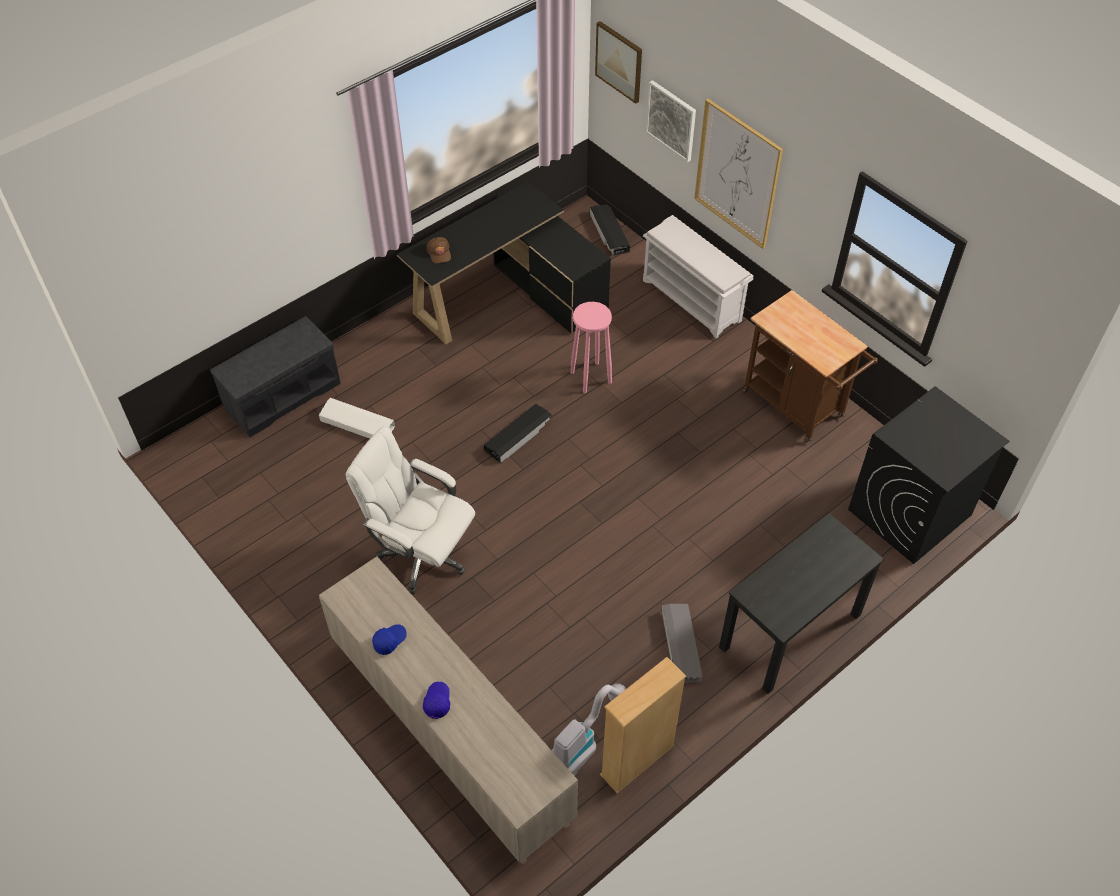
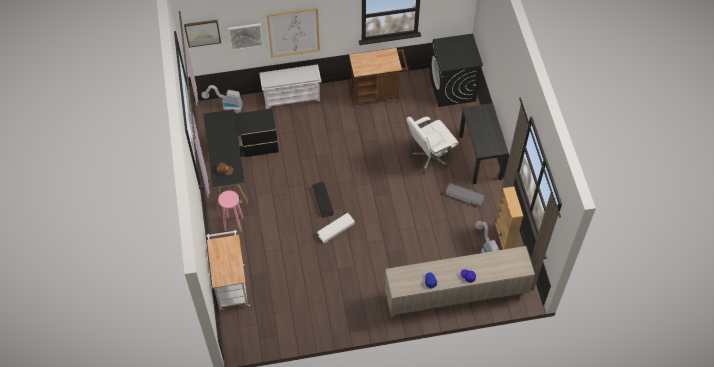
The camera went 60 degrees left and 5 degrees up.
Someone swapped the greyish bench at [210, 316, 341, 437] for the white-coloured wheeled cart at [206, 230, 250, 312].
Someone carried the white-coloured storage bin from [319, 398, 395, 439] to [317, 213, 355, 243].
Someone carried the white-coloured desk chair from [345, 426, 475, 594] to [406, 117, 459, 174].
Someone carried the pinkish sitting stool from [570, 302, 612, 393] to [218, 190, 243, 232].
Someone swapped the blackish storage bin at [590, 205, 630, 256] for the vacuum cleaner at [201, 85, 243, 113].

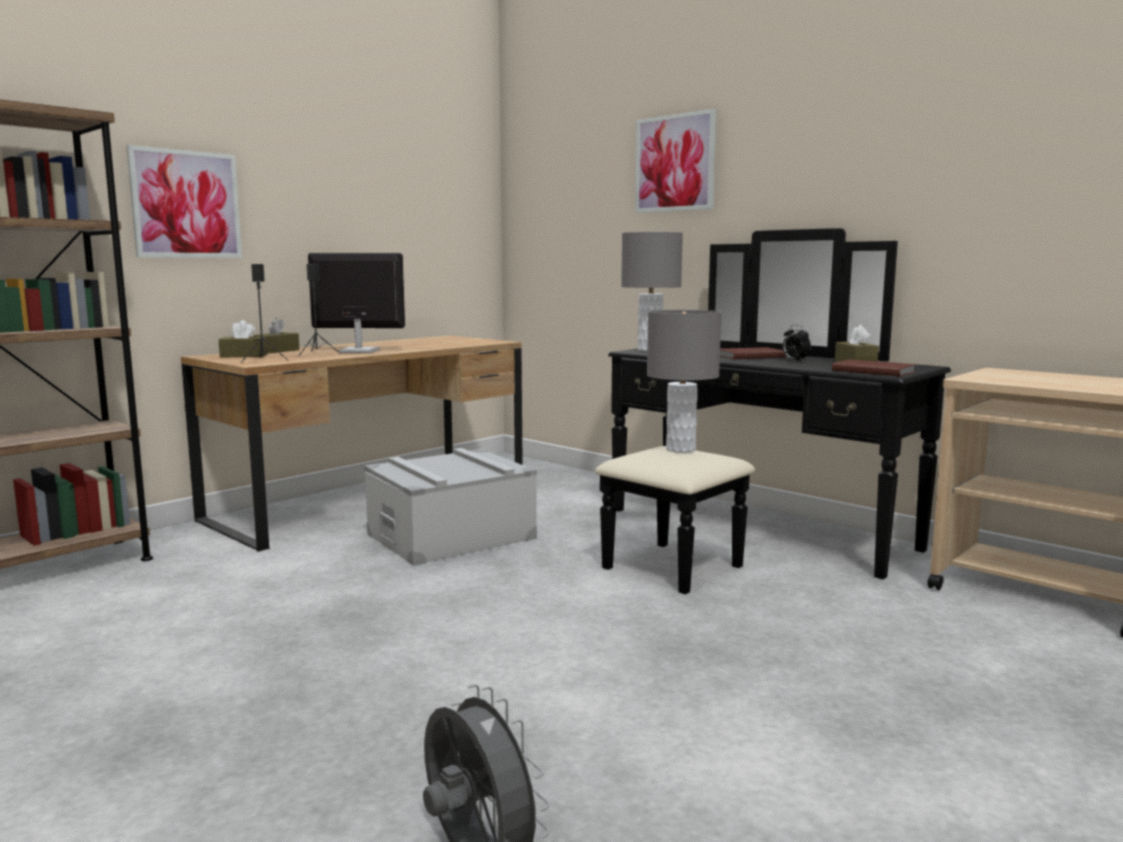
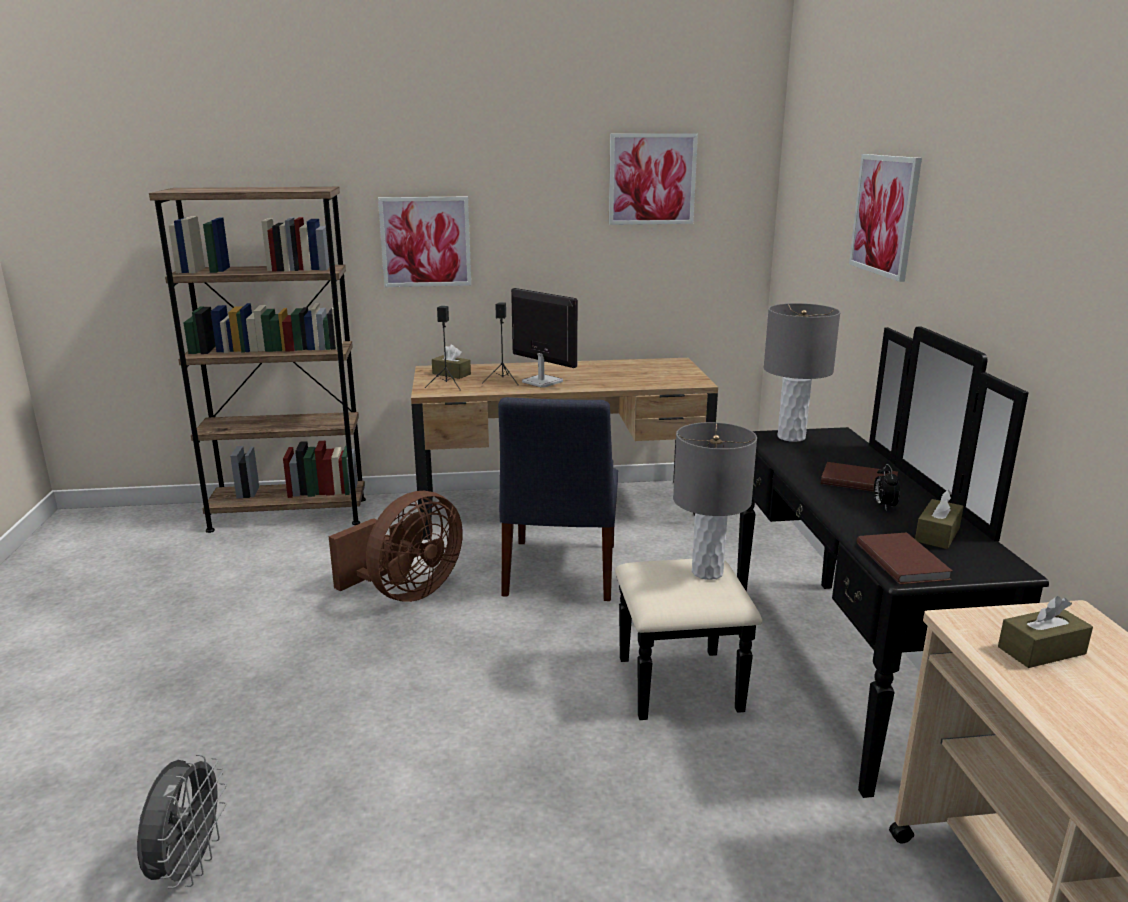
The camera went 40 degrees right and 10 degrees up.
Someone carried the brown tissue holder from [253, 317, 299, 353] to [998, 596, 1093, 668].
Someone swapped the greyish storage bin at [364, 448, 537, 566] for the blue plain chair at [498, 397, 618, 601].
Someone put down the brown electric fan at [329, 491, 463, 602].
Someone put up the wall art at [609, 133, 698, 225].

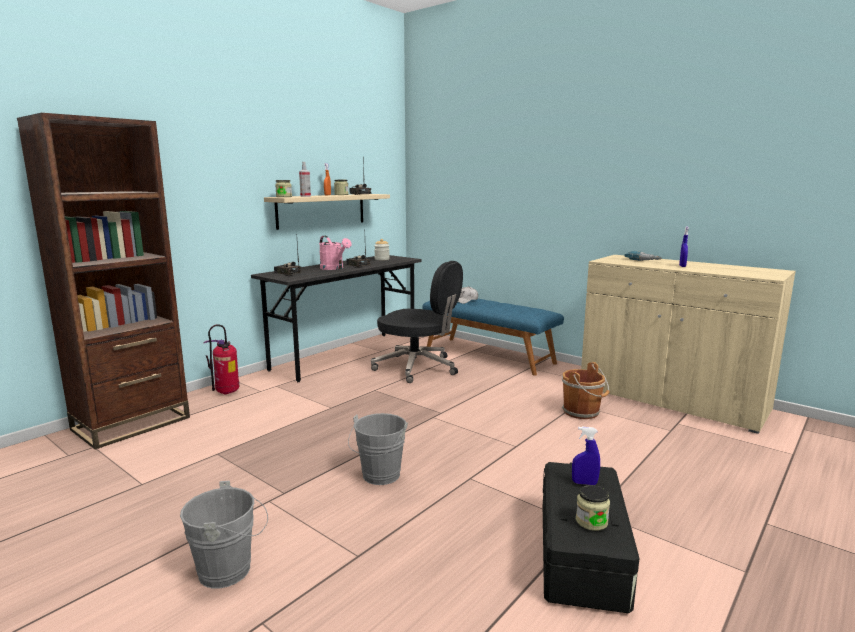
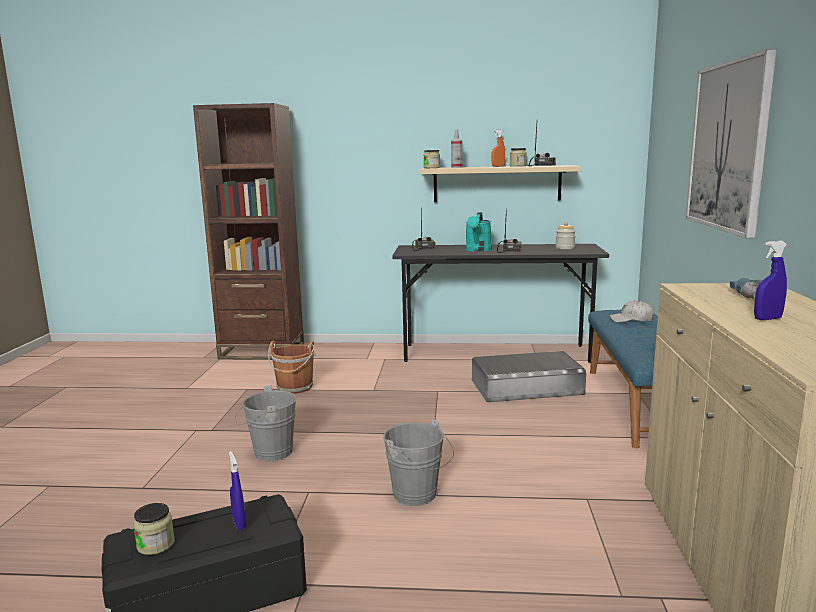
The camera went 55 degrees right and 0 degrees up.
Someone carried the greyish pail from [180, 481, 268, 588] to [383, 419, 454, 506].
Someone took away the extinguisher at [204, 324, 239, 394].
Someone repainted the pinkish sprinkling can at [319, 236, 352, 270], which became the turquoise sprinkling can at [466, 212, 492, 252].
Someone swapped the blackish desk chair at [371, 261, 463, 383] for the greyish storage bin at [472, 351, 586, 402].
Someone carried the brown pail from [562, 362, 610, 419] to [268, 341, 315, 394].
Someone put up the wall art at [686, 49, 777, 238].

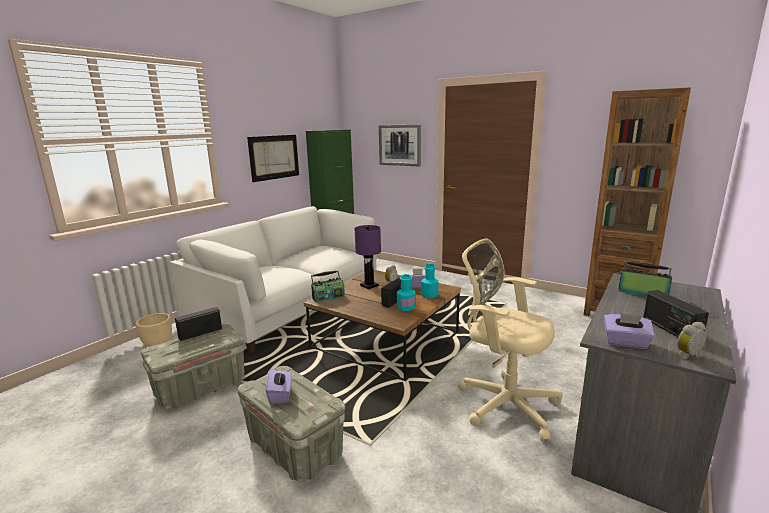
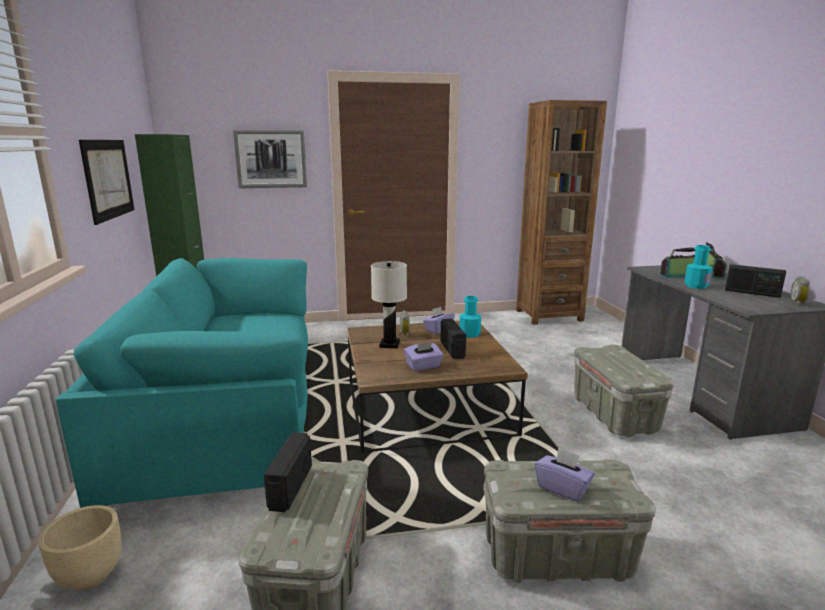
The camera went 45 degrees left and 0 degrees up.
Someone repainted the white-coloured settee at [170, 206, 376, 353], which became the turquoise settee at [56, 258, 308, 508].
Someone carried the radio from [311, 271, 345, 302] to [706, 242, 727, 279].
Someone repainted the purple tabletop lamp at [354, 225, 381, 289], which became the white-coloured tabletop lamp at [371, 261, 407, 348].
Someone carried the turquoise bottle from [397, 274, 416, 311] to [684, 245, 712, 289].
Someone swapped the beige-coloured desk chair at [458, 239, 563, 441] for the greyish storage bin at [574, 345, 674, 437].
Someone carried the purple tissue holder from [604, 313, 655, 349] to [404, 342, 443, 371].

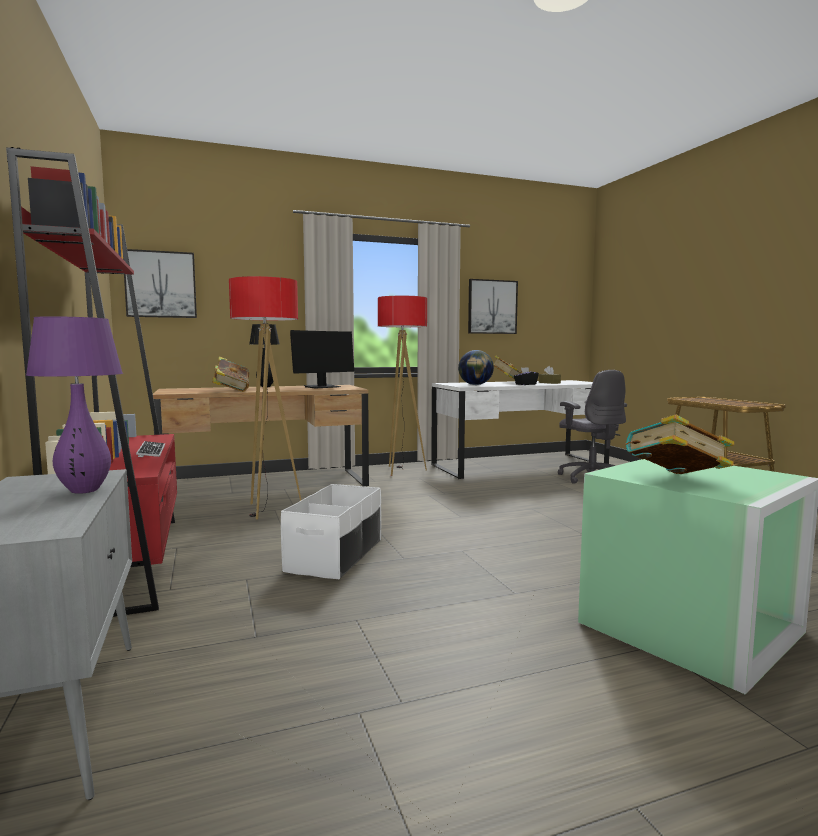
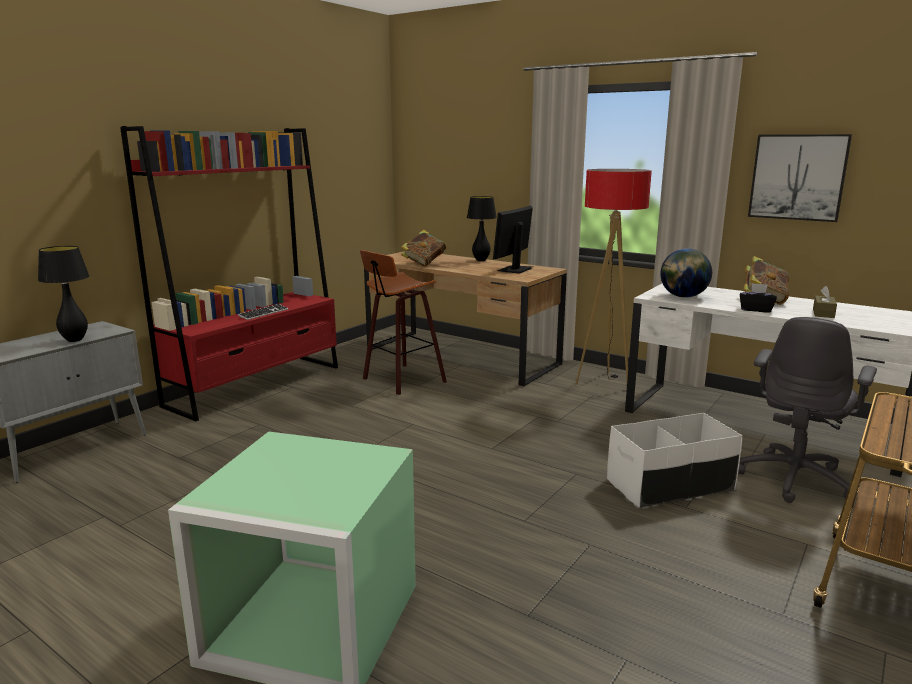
The camera went 55 degrees right and 10 degrees up.
Someone repainted the purple tabletop lamp at [26, 316, 123, 494], which became the blackish tabletop lamp at [38, 246, 90, 342].
Someone took away the wall art at [124, 249, 197, 318].
Someone swapped the standard lamp at [229, 276, 301, 520] for the sitting stool at [360, 250, 447, 395].
Someone carried the white-coloured storage bin from [281, 484, 381, 579] to [607, 413, 743, 508].
Someone rotated the computer display at [290, 330, 354, 388] by 105 degrees clockwise.
Someone took away the bound book at [625, 414, 734, 474].

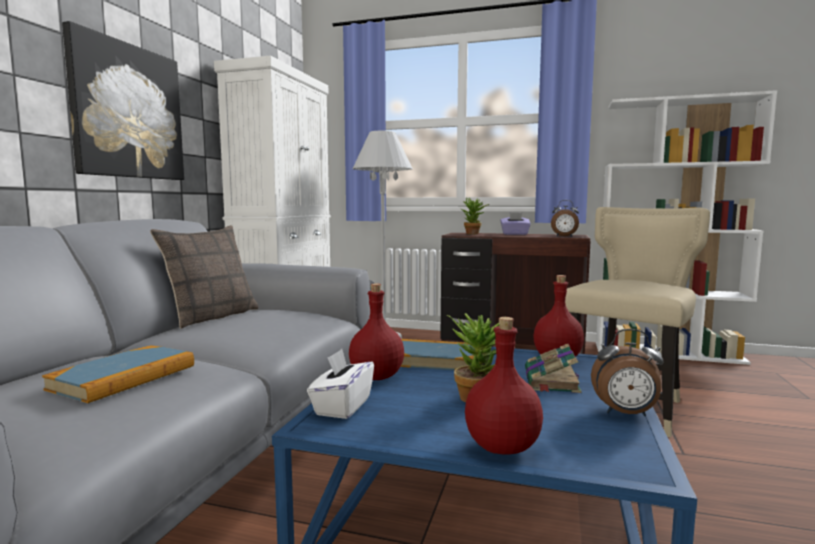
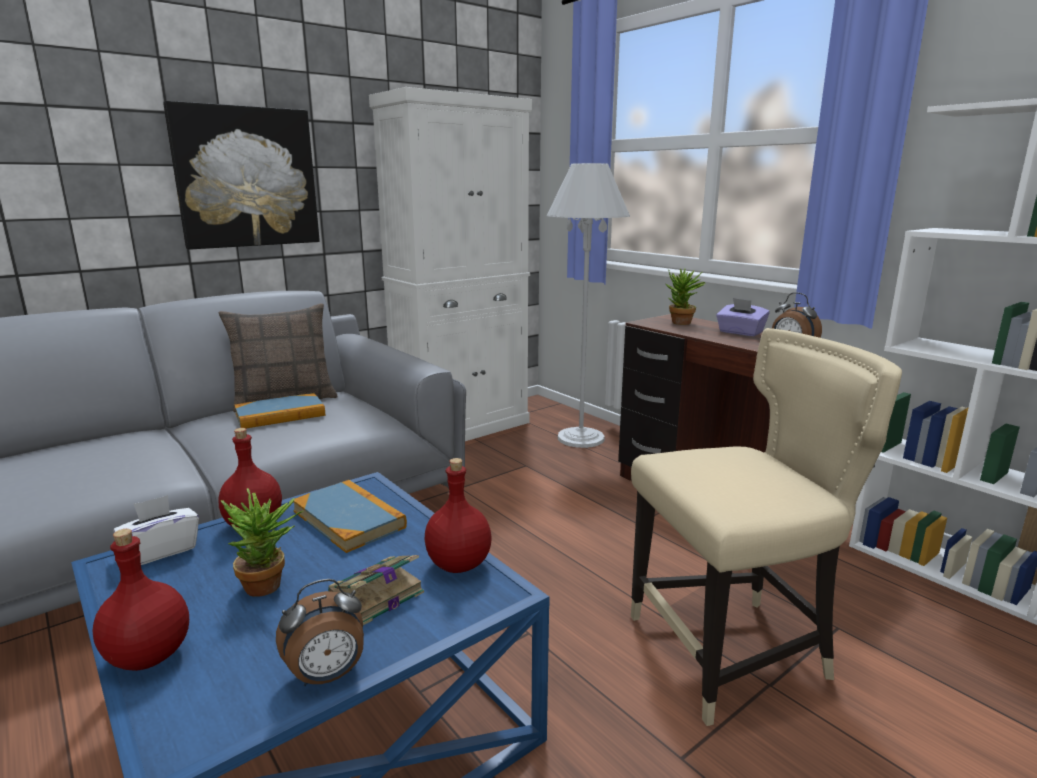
The camera went 35 degrees right and 10 degrees up.
Someone carried the bound book from [42, 345, 194, 403] to [234, 393, 325, 429].
Someone rotated the bedside clock at [591, 329, 664, 416] by 75 degrees counterclockwise.

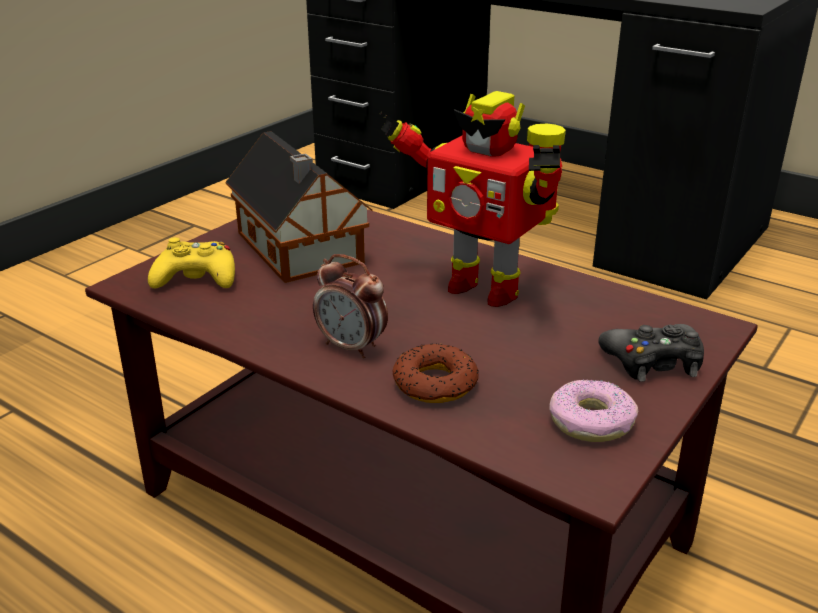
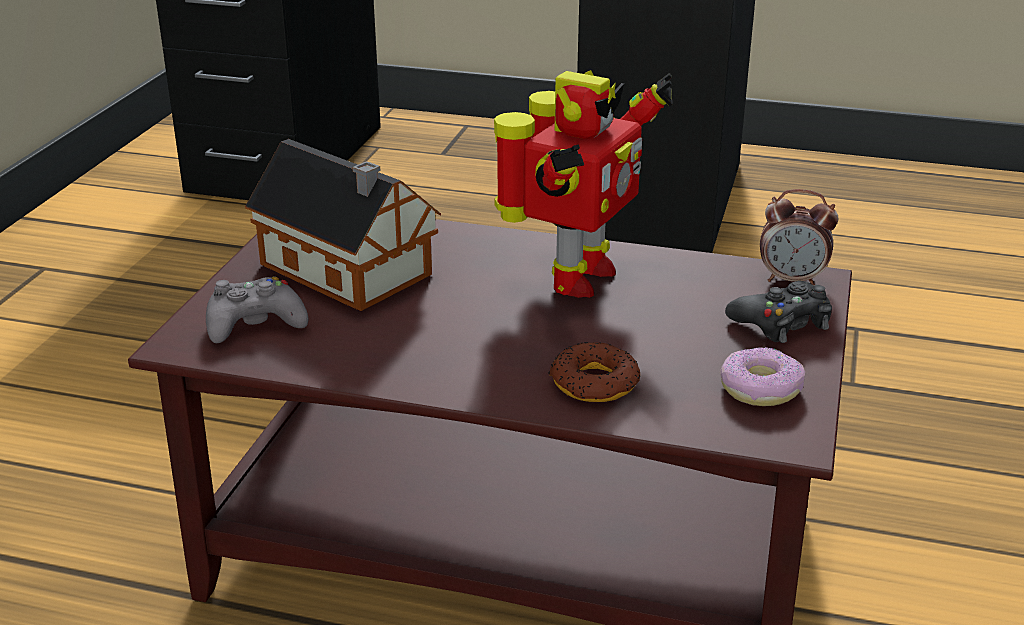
The camera went 20 degrees left and 0 degrees up.
Someone repainted the yellow-coloured gamepad at [148, 237, 235, 288], which became the greyish gamepad at [206, 276, 308, 343].
Someone carried the bedside clock from [313, 254, 388, 358] to [760, 189, 839, 285].
Someone rotated the model robot at [380, 91, 566, 307] by 75 degrees counterclockwise.

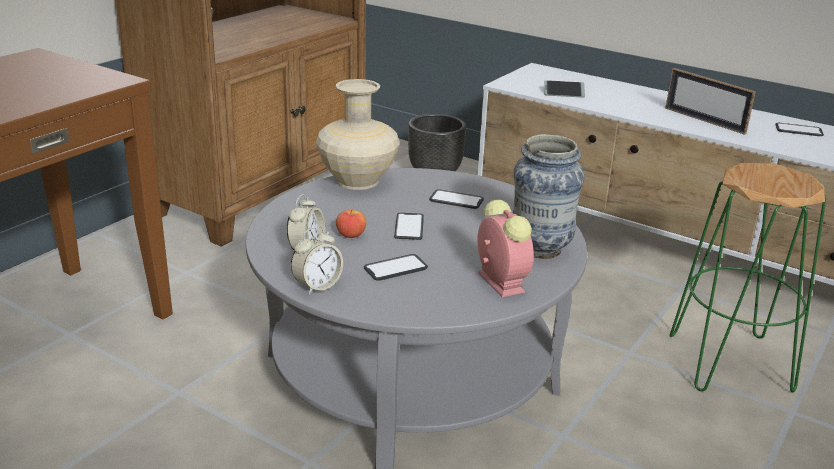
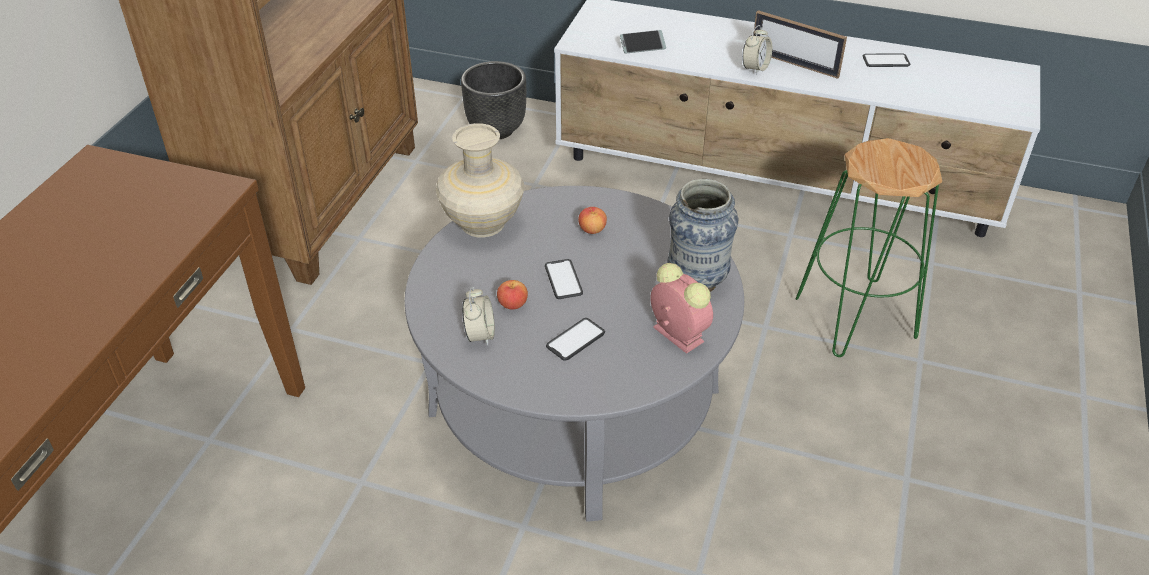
The camera went 15 degrees left and 15 degrees up.
Someone carried the bedside clock from [291, 227, 343, 294] to [742, 25, 772, 75].
Someone swapped the handset at [429, 189, 484, 209] for the whole apple at [578, 207, 607, 234].

